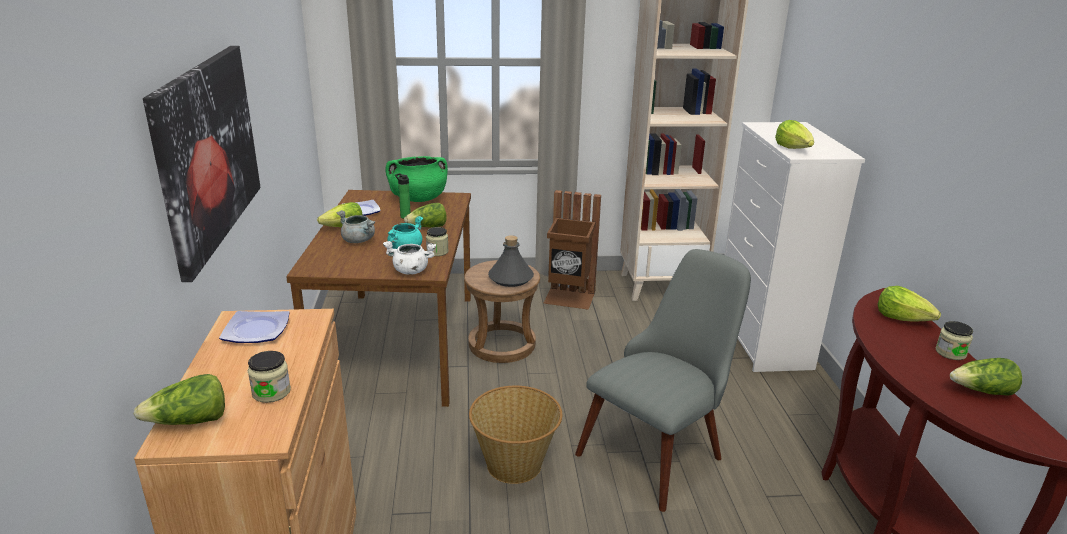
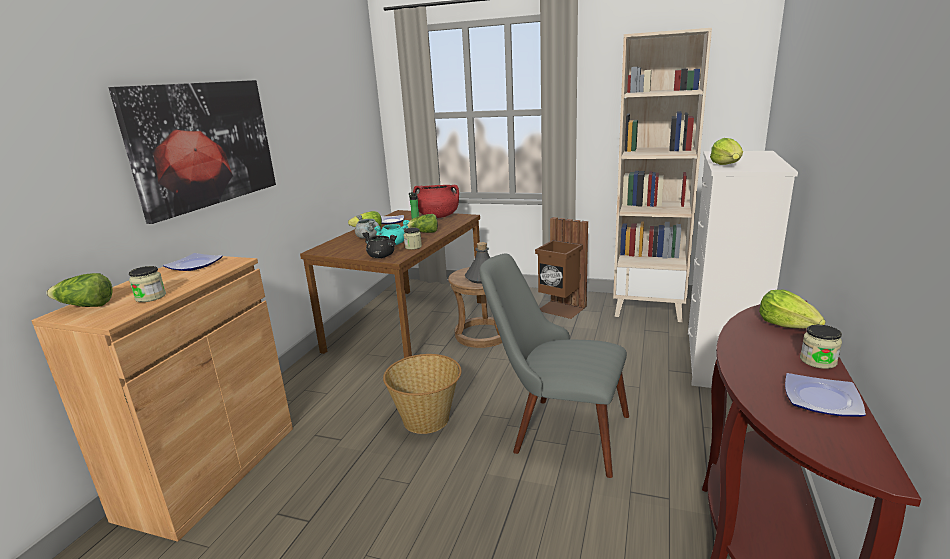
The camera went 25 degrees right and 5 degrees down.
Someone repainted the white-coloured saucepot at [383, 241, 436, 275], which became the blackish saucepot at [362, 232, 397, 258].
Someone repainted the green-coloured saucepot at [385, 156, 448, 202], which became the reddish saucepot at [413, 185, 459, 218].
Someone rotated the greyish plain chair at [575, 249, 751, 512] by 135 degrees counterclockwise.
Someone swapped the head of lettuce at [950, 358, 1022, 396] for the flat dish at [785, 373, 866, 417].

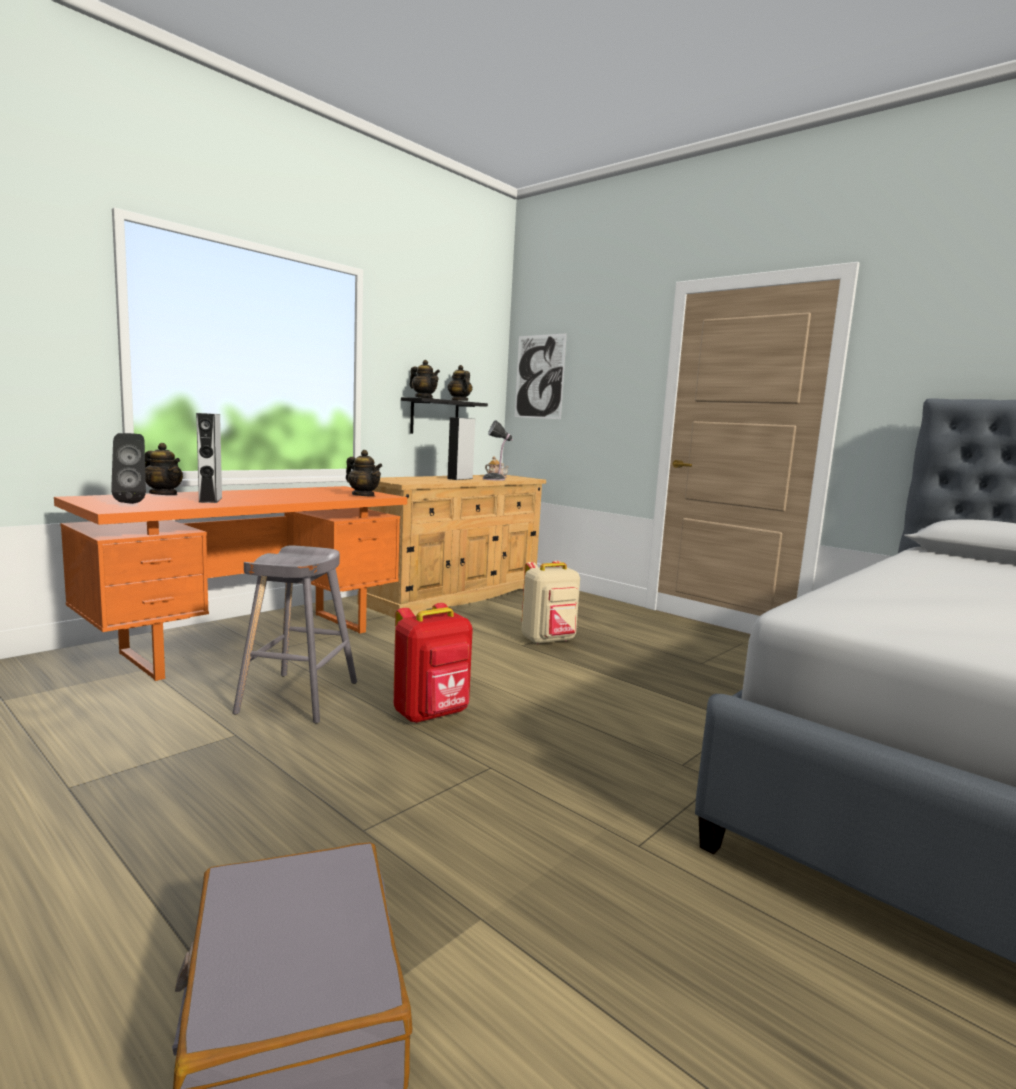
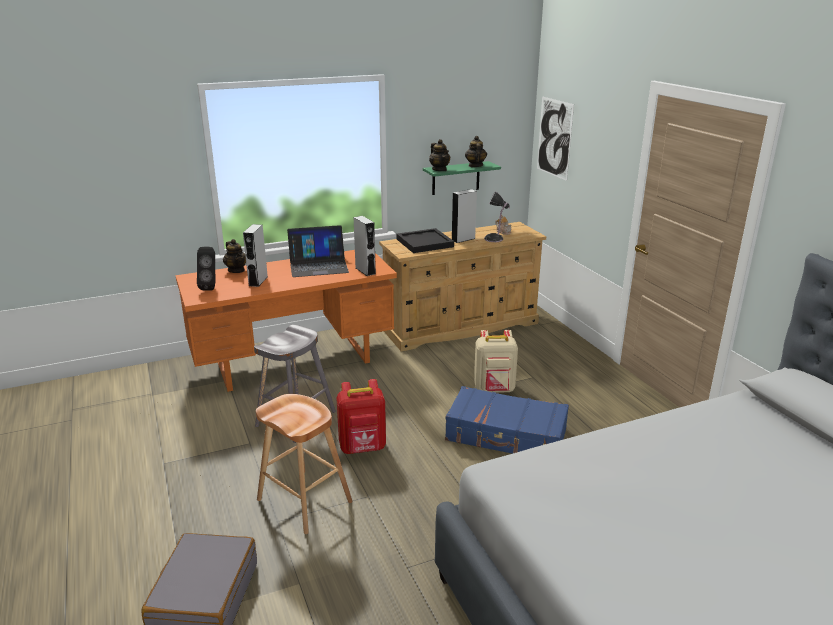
The camera went 25 degrees right and 15 degrees up.
Someone swapped the tea pot at [346, 450, 383, 497] for the greyish loudspeaker at [354, 216, 376, 276].
Someone repainted the blackish wall shelf at [401, 397, 488, 434], which became the green-coloured wall shelf at [423, 161, 501, 195].
Someone put down the brown sitting stool at [256, 394, 353, 534].
Someone put down the portable computer at [287, 225, 349, 277].
Someone put down the blackish tray at [397, 228, 454, 253].
Someone put down the blue travel case at [445, 386, 569, 454].

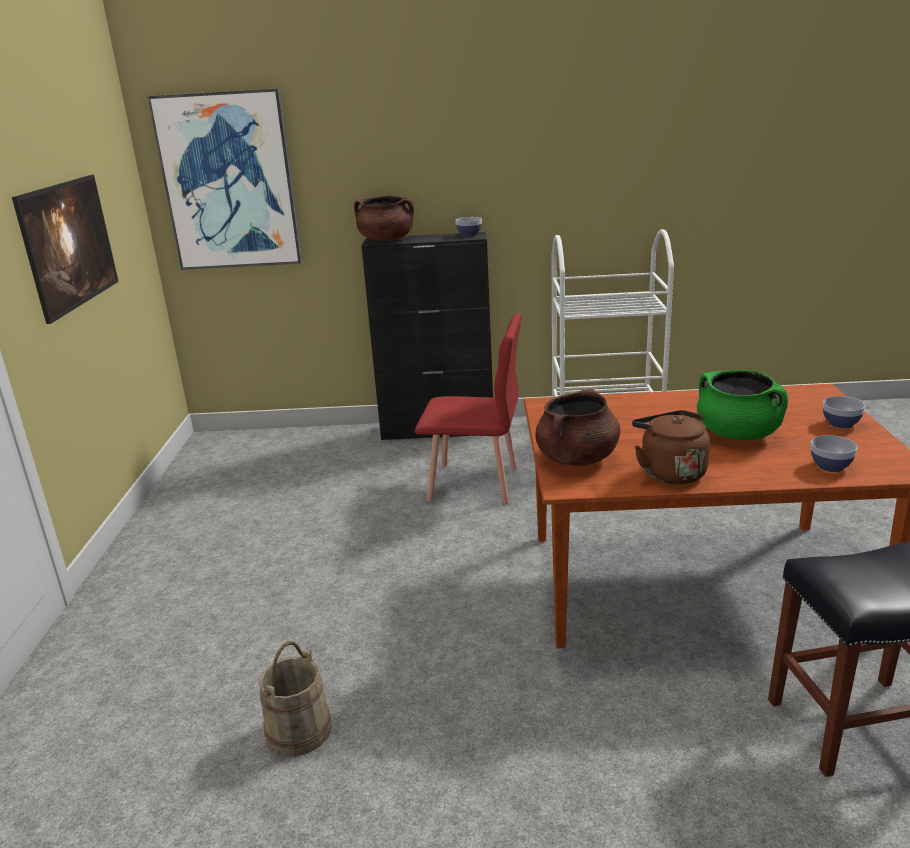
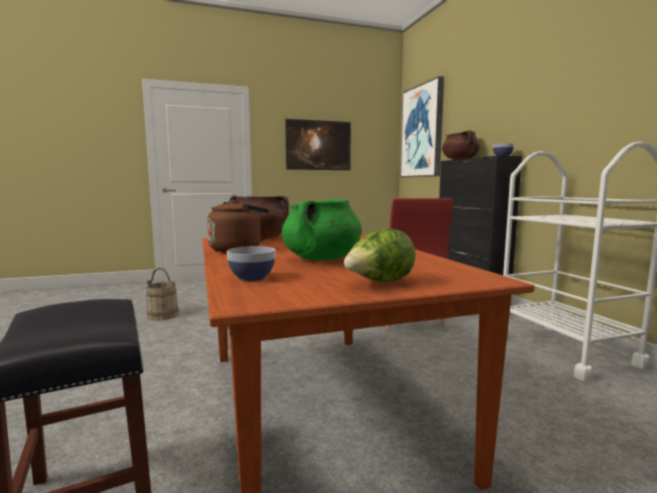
The camera went 70 degrees right and 15 degrees down.
Someone swapped the deep dish at [823, 396, 865, 429] for the head of lettuce at [344, 228, 416, 282].

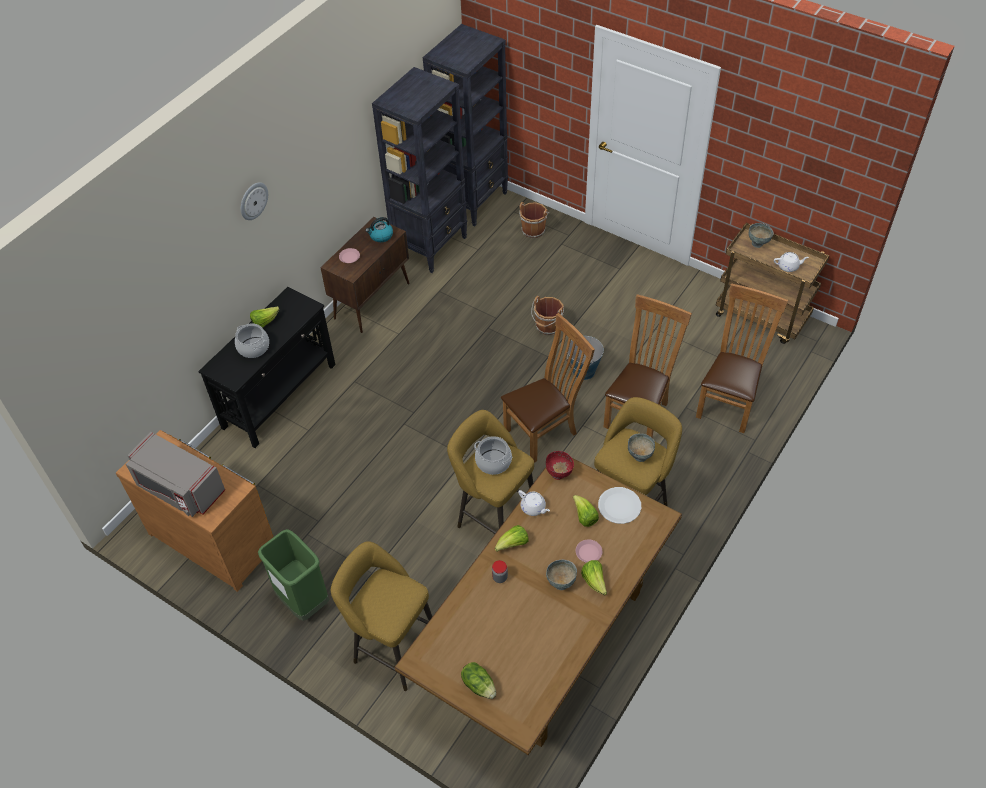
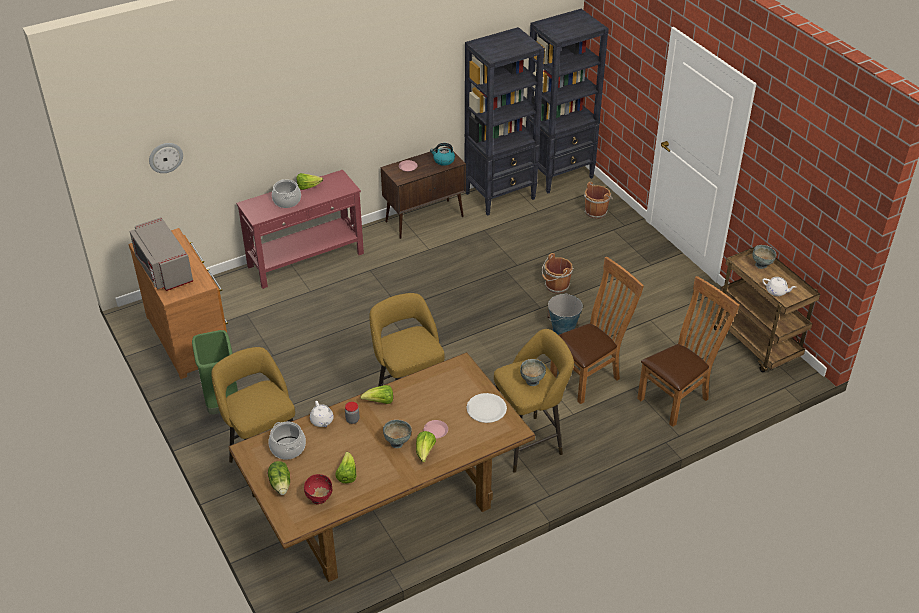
The camera went 25 degrees right and 10 degrees down.
Someone repainted the blackish narrow table at [198, 287, 335, 448], which became the reddish narrow table at [236, 170, 364, 289].
Someone carried the hanging clock from [241, 182, 268, 220] to [149, 143, 183, 173].
Someone carried the saucepot from [474, 436, 512, 475] to [269, 422, 306, 460].
Someone took away the brown plain chair at [501, 313, 595, 463].
Someone carried the white-coloured tea pot from [518, 490, 550, 516] to [310, 401, 334, 427].
Someone carried the reddish deep dish from [546, 451, 574, 480] to [304, 474, 333, 504].
Someone carried the head of lettuce from [573, 495, 599, 527] to [335, 452, 357, 483].

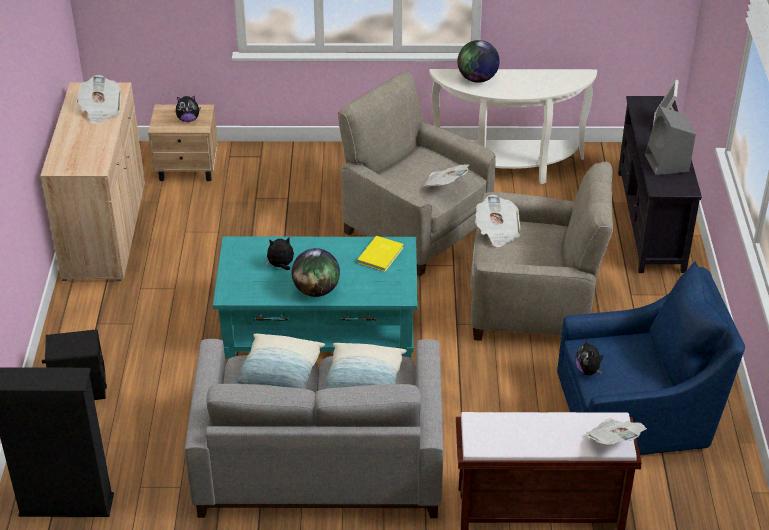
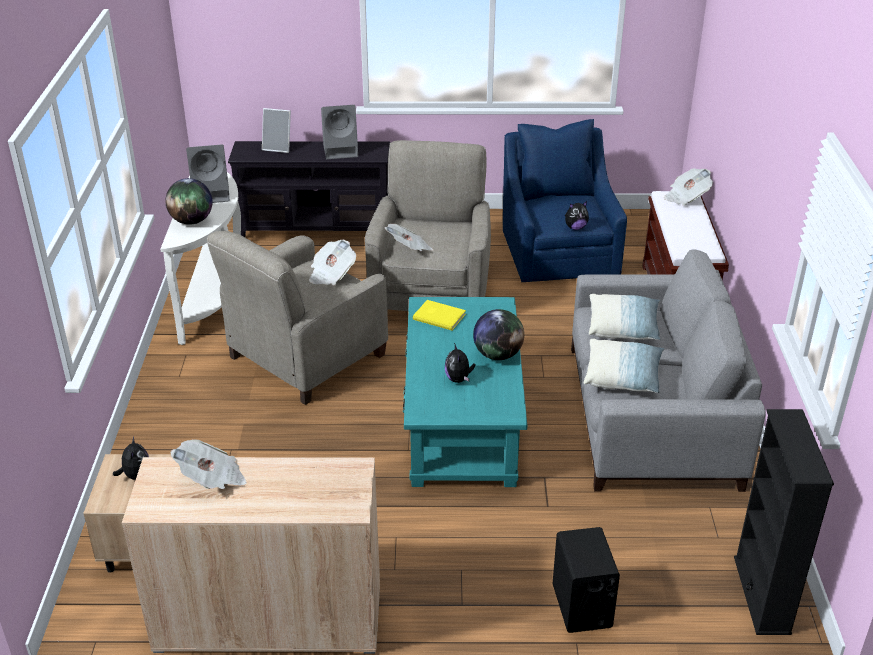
The camera went 90 degrees left and 5 degrees down.
Someone put down the greyish loudspeaker at [186, 145, 230, 203].

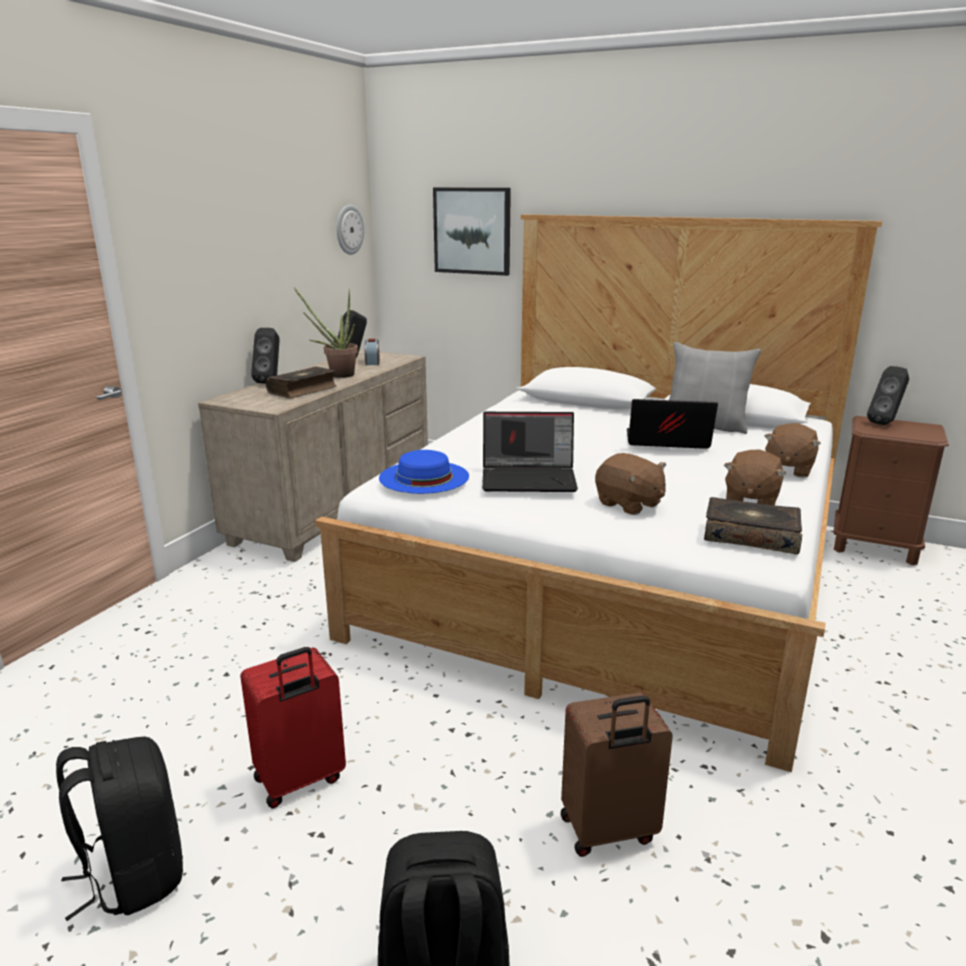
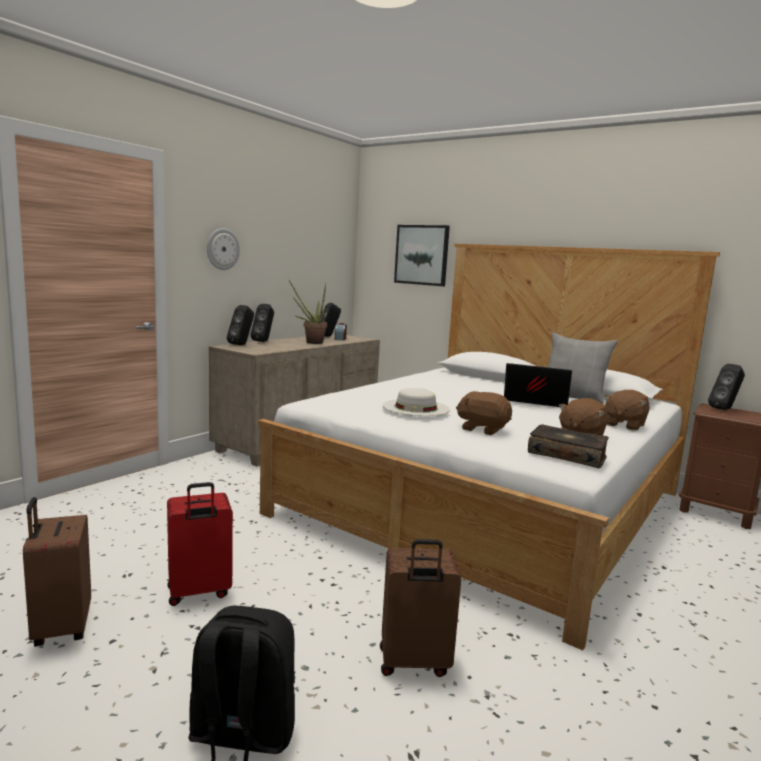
The camera went 10 degrees right and 10 degrees down.
Someone swapped the blackish knapsack at [56, 737, 183, 921] for the brown travel case at [23, 497, 91, 646].
Someone took away the bound book at [266, 367, 337, 398].
Someone carried the hanging clock from [336, 205, 364, 255] to [207, 228, 240, 270].
Someone took away the blue clothing hat at [379, 450, 469, 494].
Someone swapped the portable computer at [482, 412, 578, 492] for the white-coloured clothing hat at [383, 388, 450, 416].
Someone rotated the brown plush toy at [595, 453, 666, 515] by 150 degrees clockwise.
Someone put down the blackish loudspeaker at [227, 305, 254, 345].

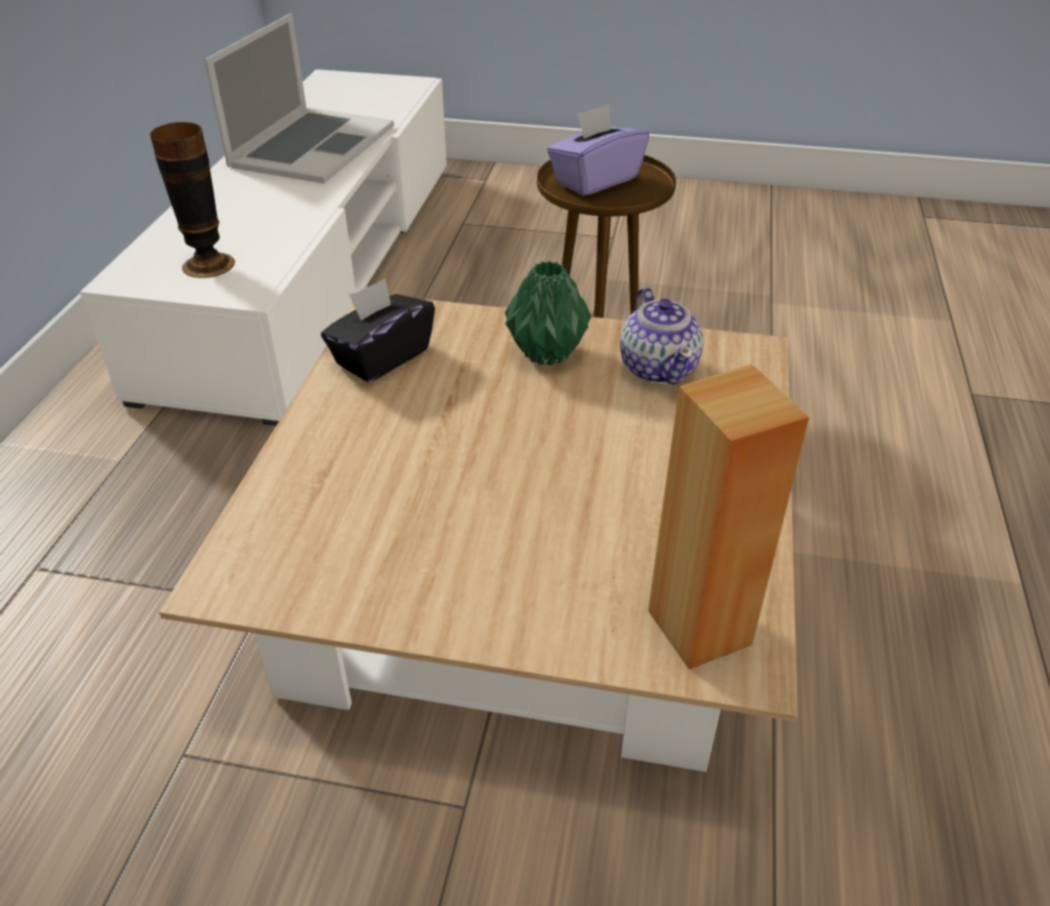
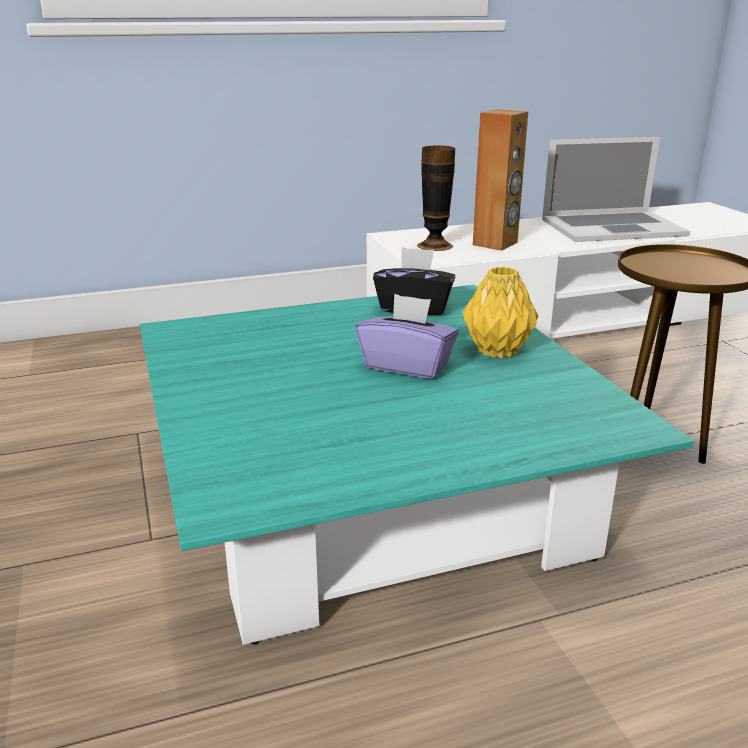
The camera went 60 degrees right and 15 degrees down.
Someone repainted the beige-coloured coffee table at [159, 299, 797, 772], which became the turquoise coffee table at [140, 285, 694, 645].
Someone repainted the green-coloured flower vase at [505, 261, 591, 366], which became the yellow-coloured flower vase at [463, 267, 538, 358].
Someone carried the purple tissue holder from [547, 104, 650, 196] to [356, 294, 459, 379].
Someone took away the tea pot at [620, 288, 704, 385].
Someone carried the brown loudspeaker from [648, 364, 809, 669] to [473, 109, 528, 251].

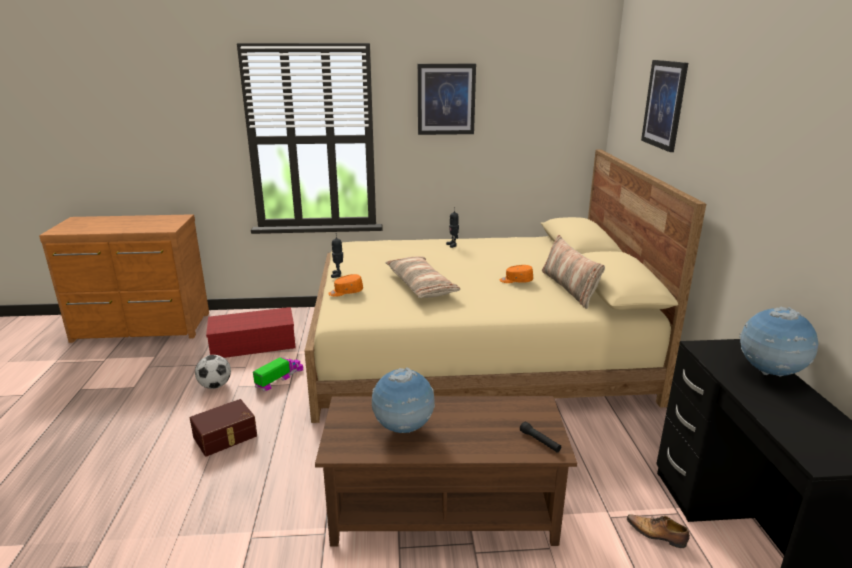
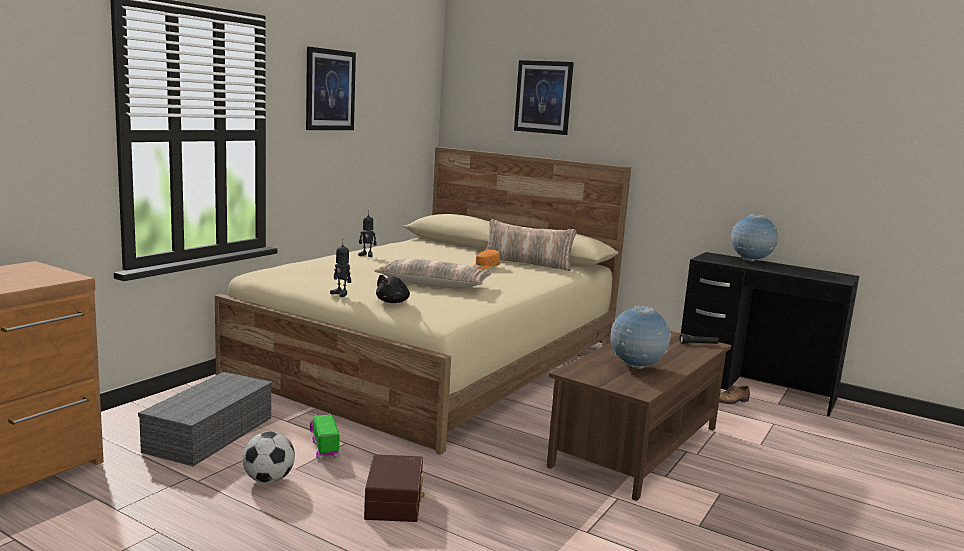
The camera went 55 degrees left and 10 degrees down.
Someone repainted the reddish storage bin at [206, 307, 296, 358], which became the greyish storage bin at [138, 372, 272, 466].
Someone swapped the orangey peaked cap at [328, 274, 363, 297] for the blackish plush toy at [376, 275, 410, 303].

